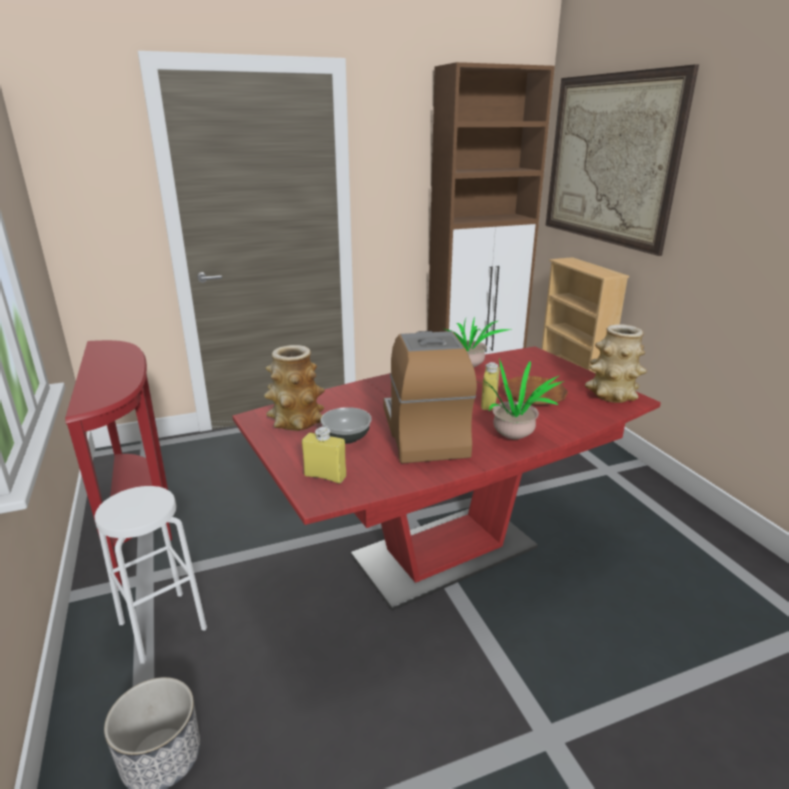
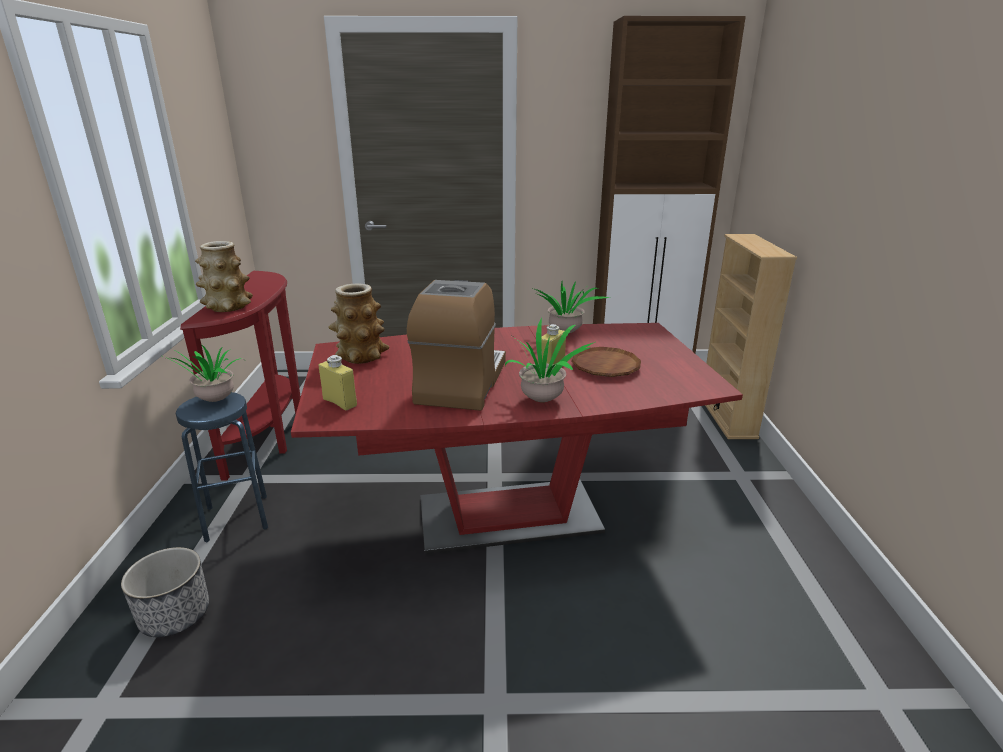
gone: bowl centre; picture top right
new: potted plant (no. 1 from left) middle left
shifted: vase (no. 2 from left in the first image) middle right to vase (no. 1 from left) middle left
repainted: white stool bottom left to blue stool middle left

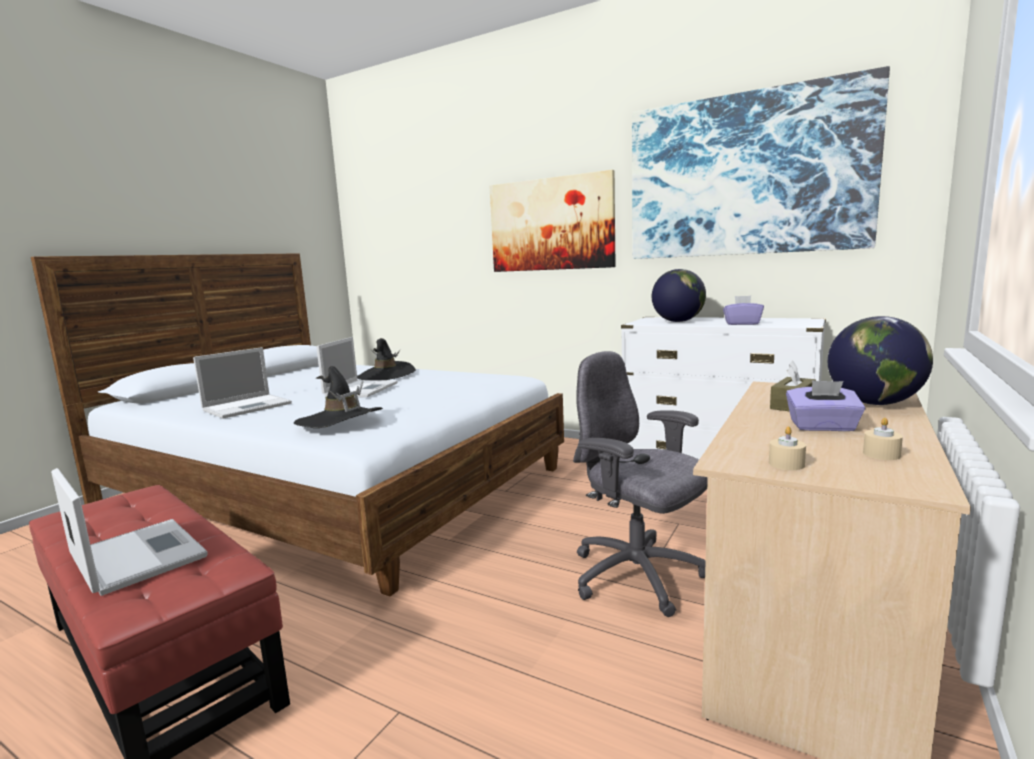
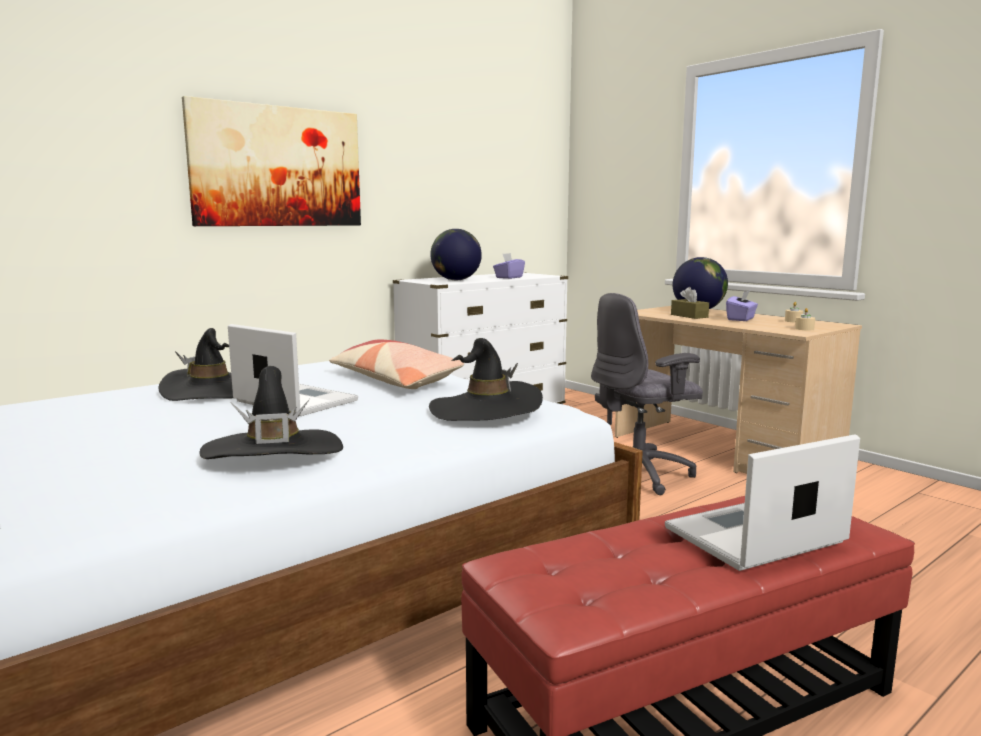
gone: picture (no. 2 from left) top right
new: pillow centre
swapped: laptop (no. 2 from left) middle left to black hat (no. 2 from left) middle left

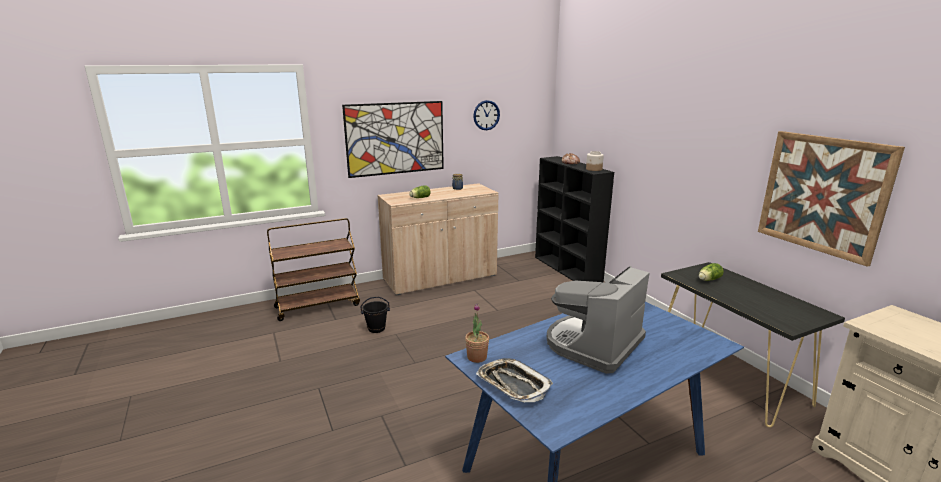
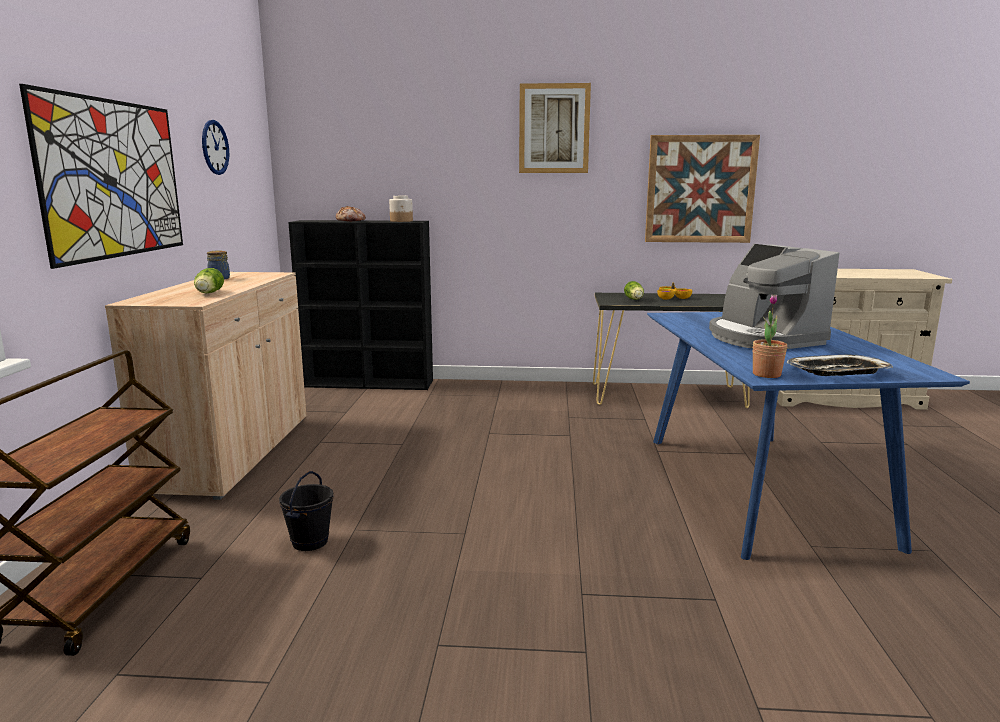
new: picture (no. 2 from left) top centre; bowl middle right

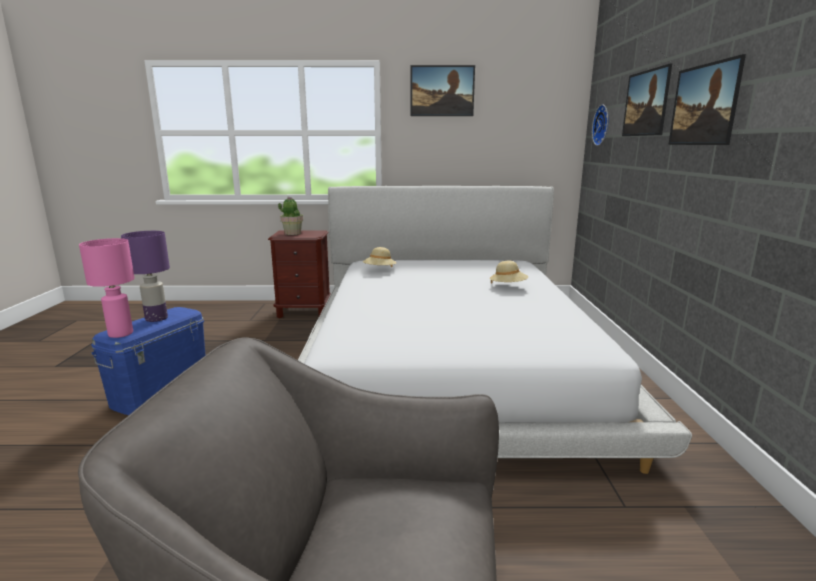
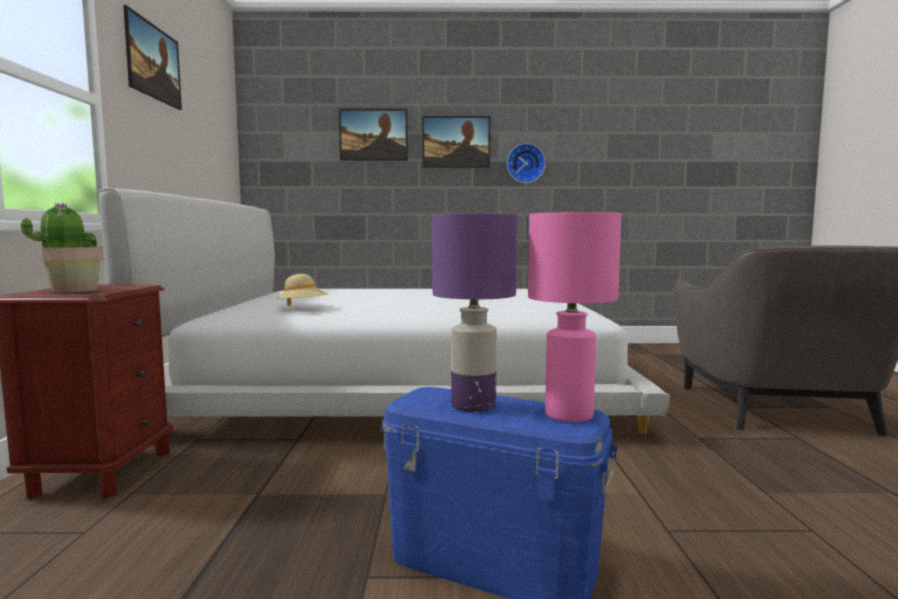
gone: beige hat (no. 2 from left) centre
shifted: wall clock top right to top centre

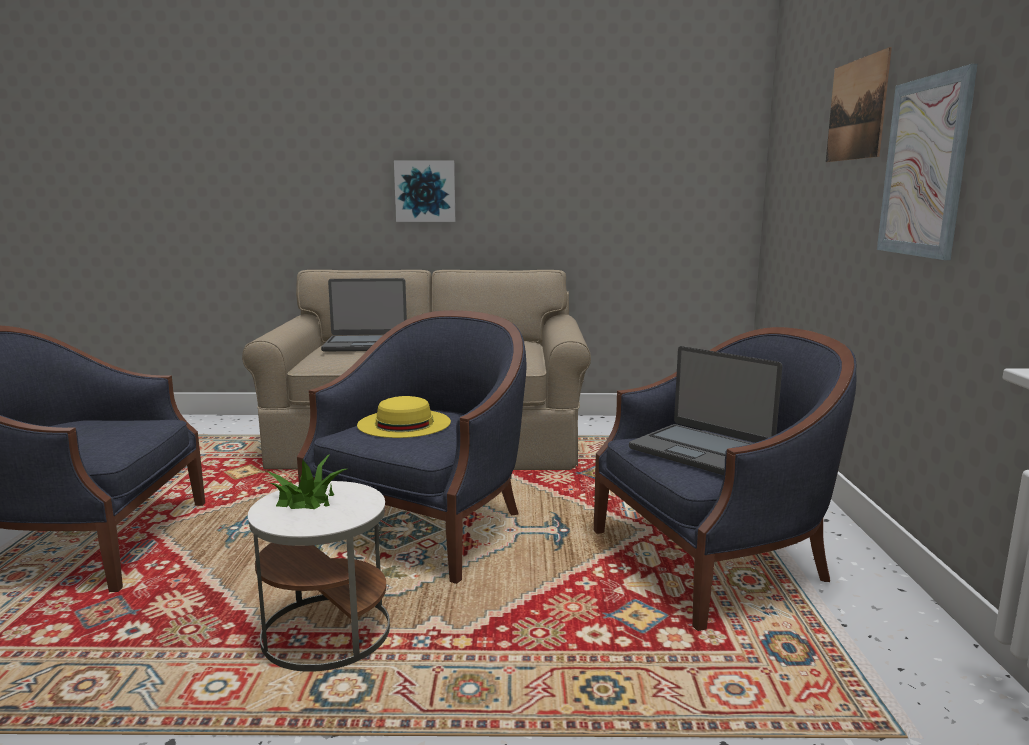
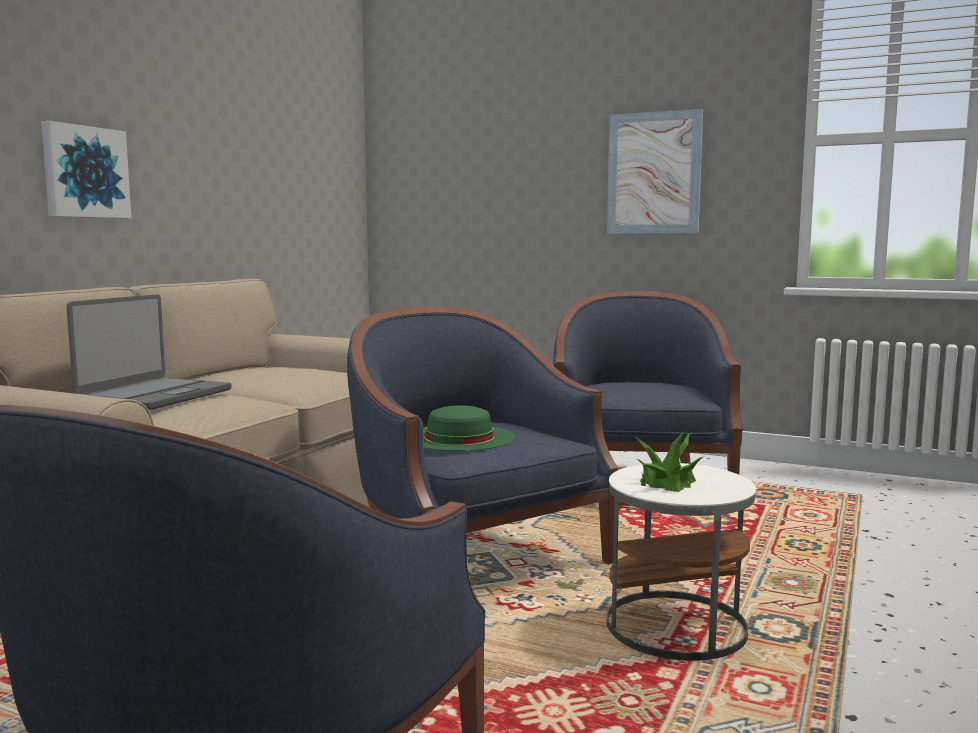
gone: laptop (no. 2 from left) middle right; picture (no. 2 from left) top right
repainted: yellow hat centre to green hat centre

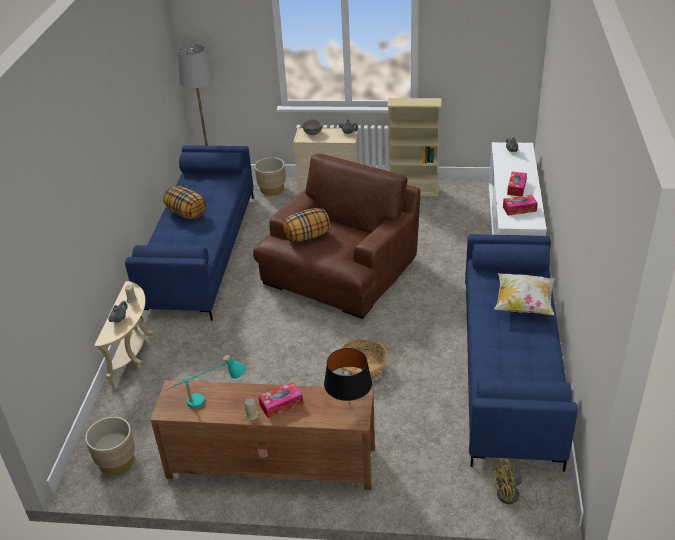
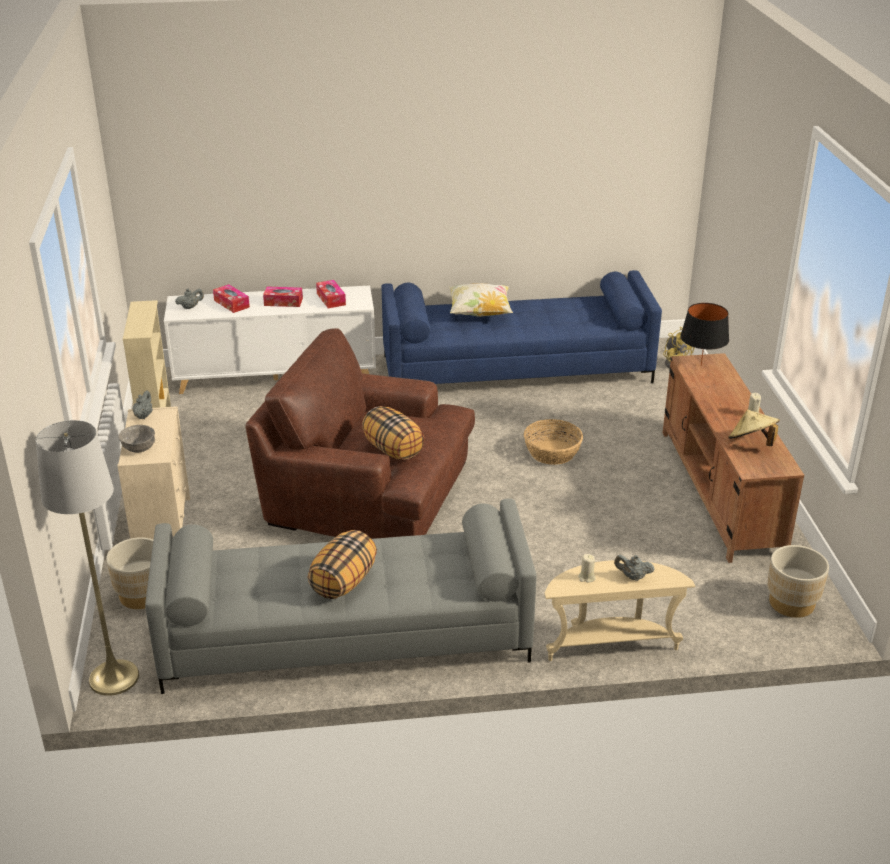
shifted: tissue box (no. 1 from left) bottom centre to middle left
swapped: turquoise table lamp bottom left to beige hat middle right
repainted: blue sofa (no. 1 from left) middle left to grey sofa bottom centre

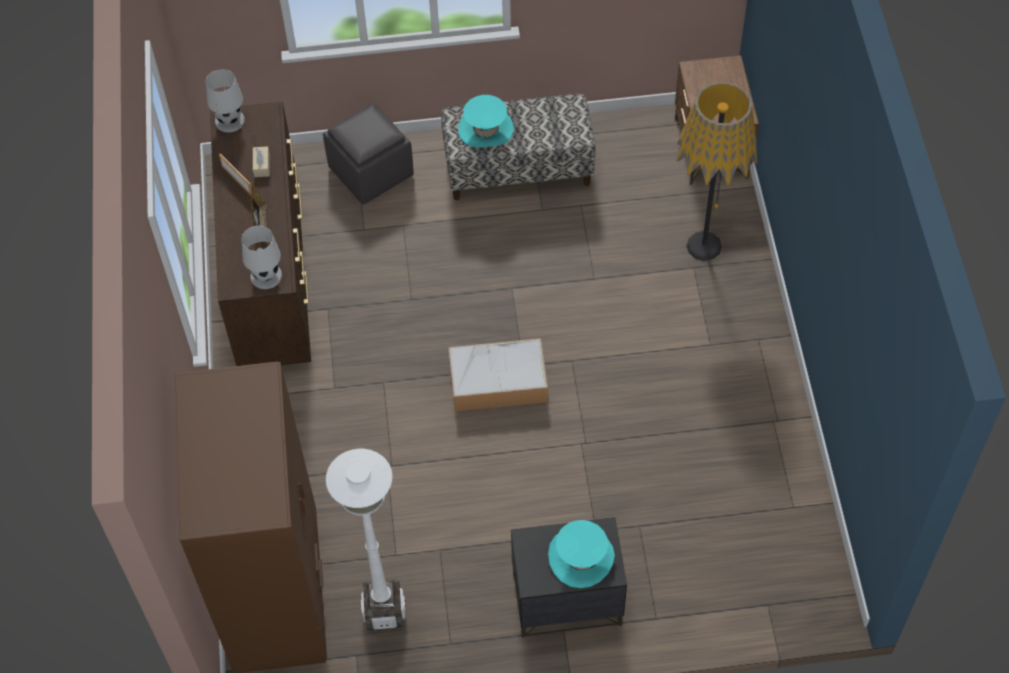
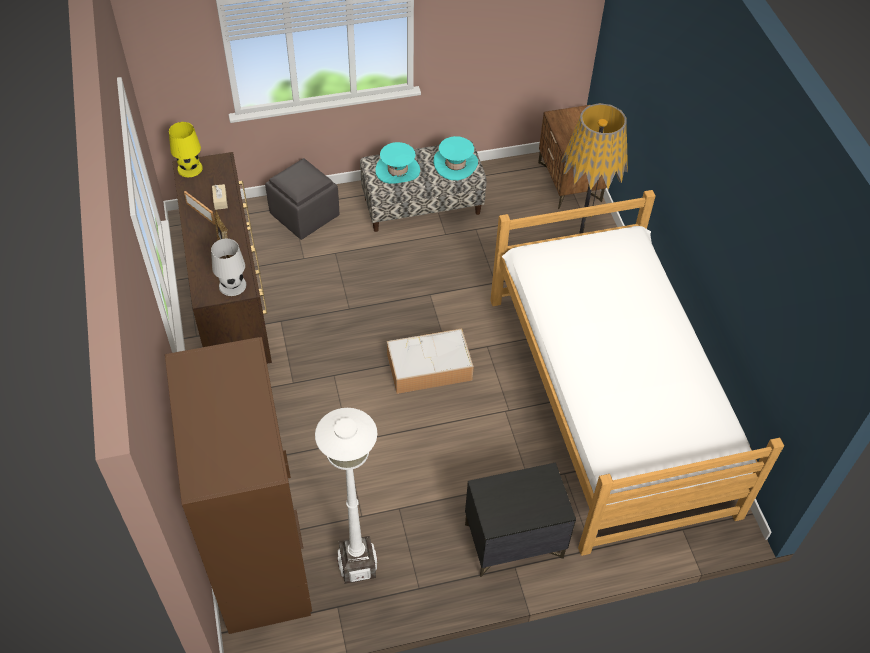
new: bed middle right
shifted: turquoise hat (no. 2 from left) bottom centre to top centre
repainted: white table lamp (no. 1 from left) top left to yellow table lamp top left

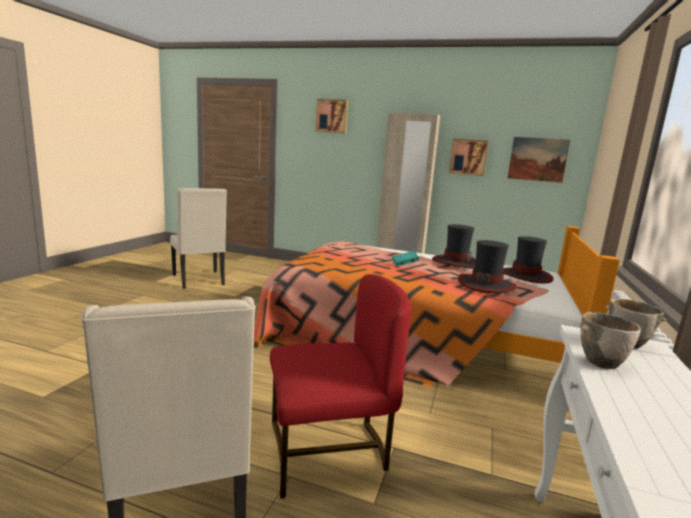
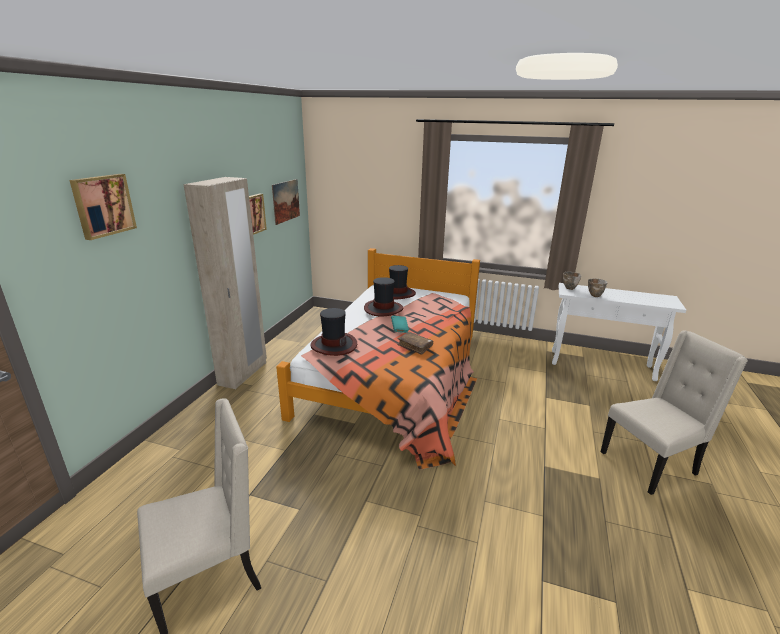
gone: red chair bottom centre
new: brown book centre
shifted: hat (no. 2 from left in the first image) middle right to hat (no. 1 from left) centre

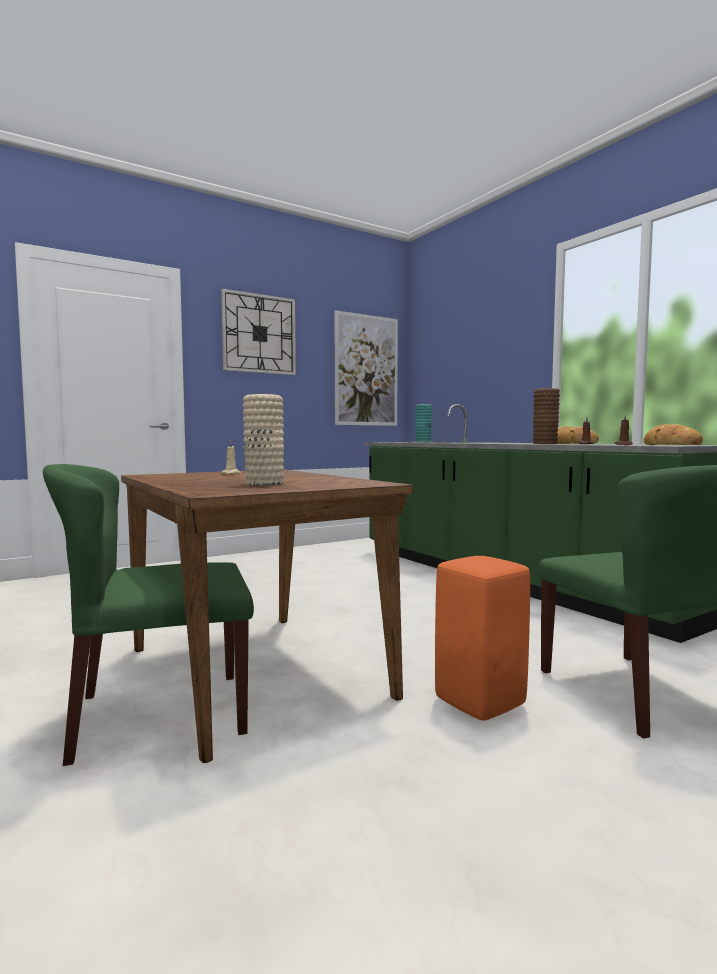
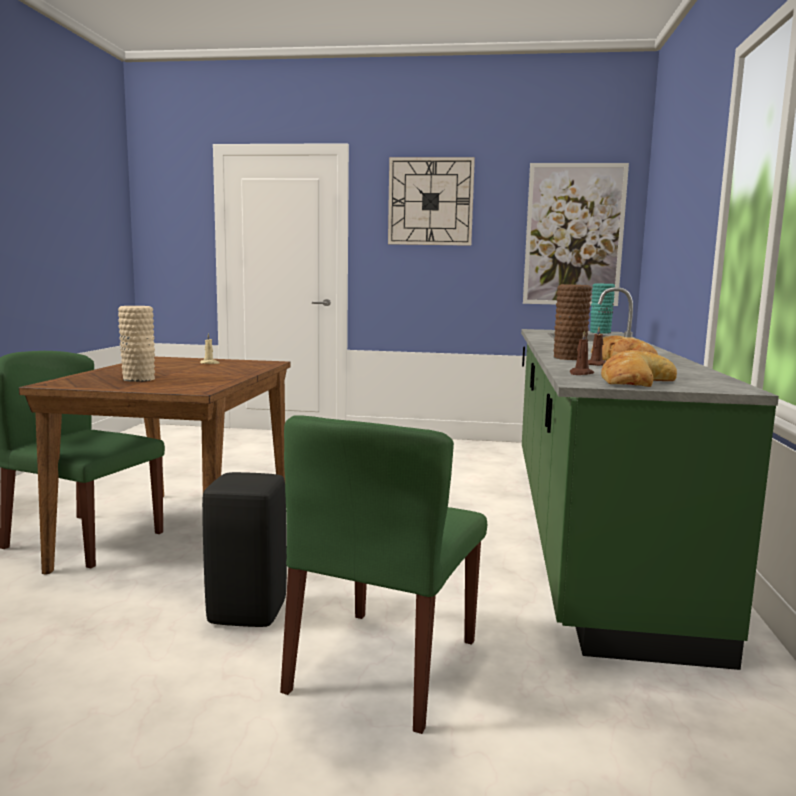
repainted: orange stool middle right to black stool bottom left

